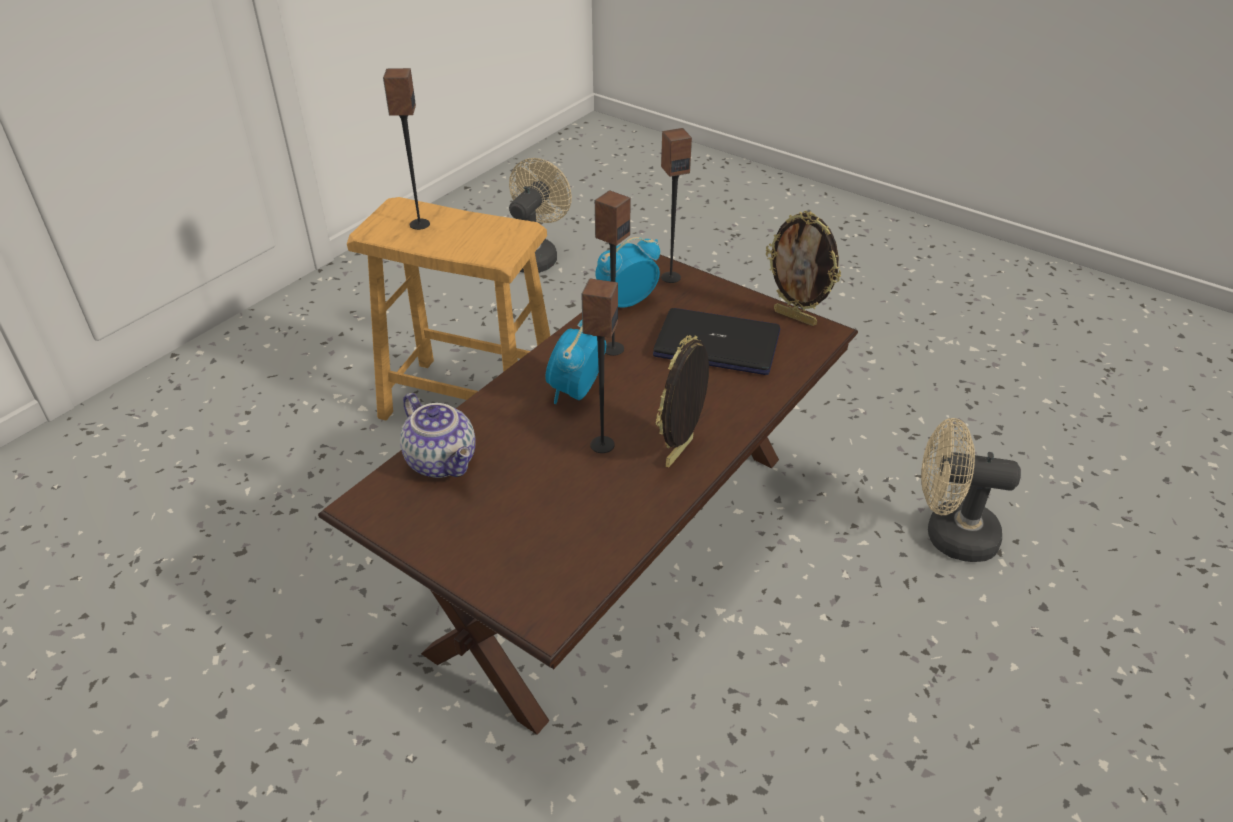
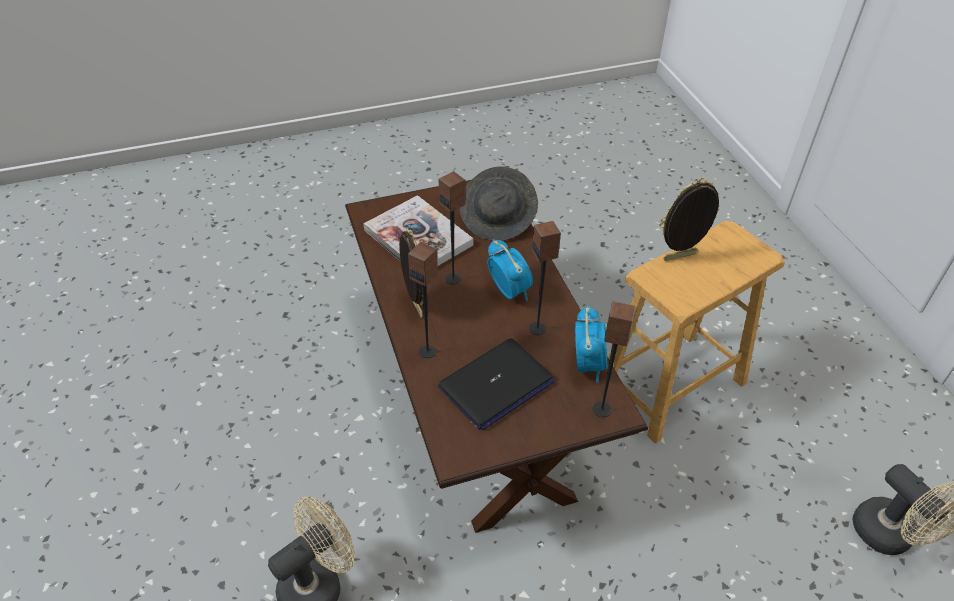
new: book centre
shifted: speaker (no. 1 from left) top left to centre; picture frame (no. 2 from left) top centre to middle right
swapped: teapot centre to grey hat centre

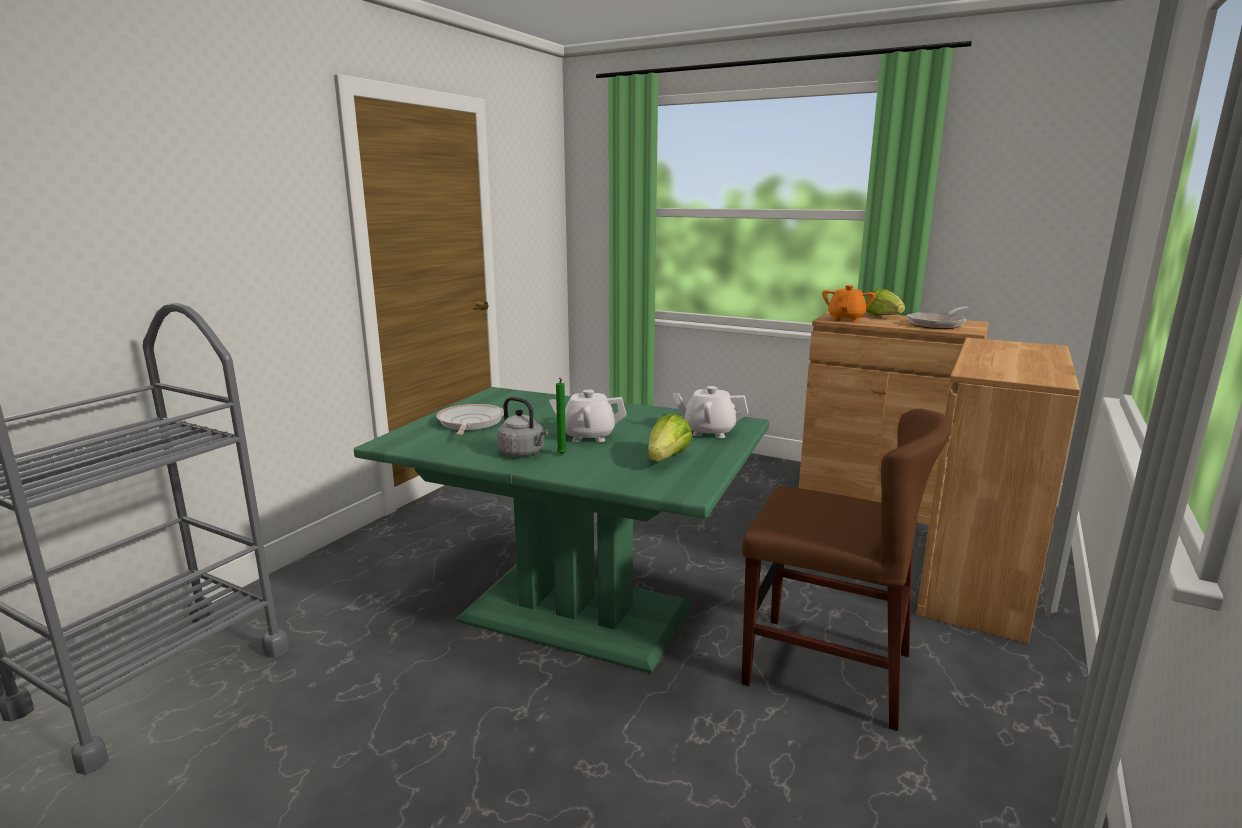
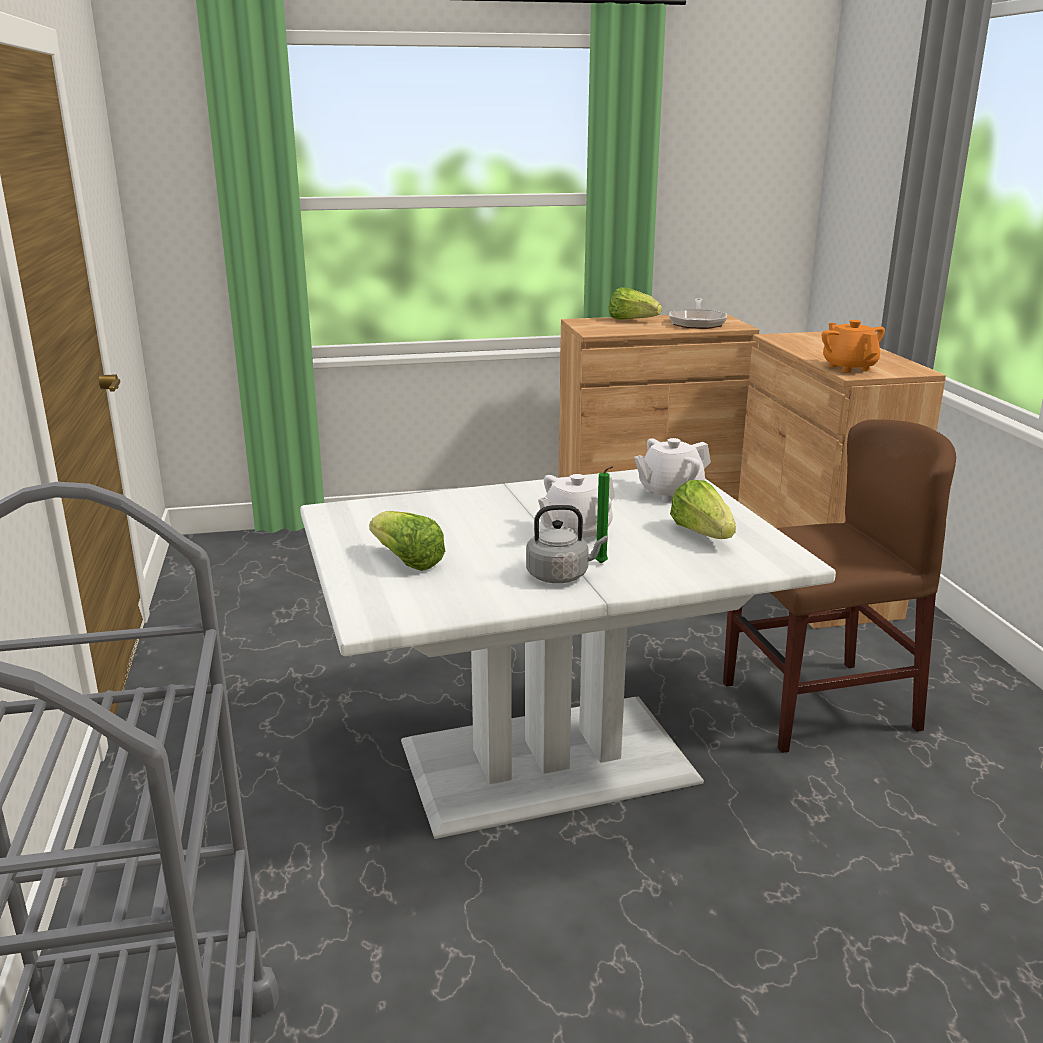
shifted: orange teapot middle right to top right
swapped: frying pan (no. 1 from left) centre to lettuce (no. 1 from left) centre
repainted: green dining table centre to white dining table centre

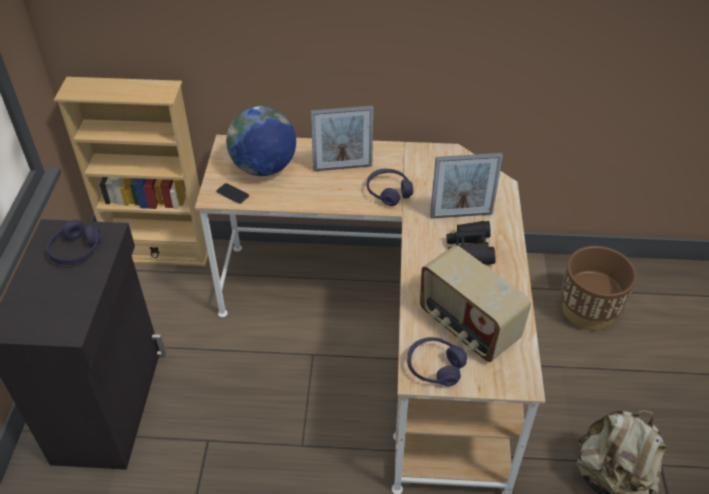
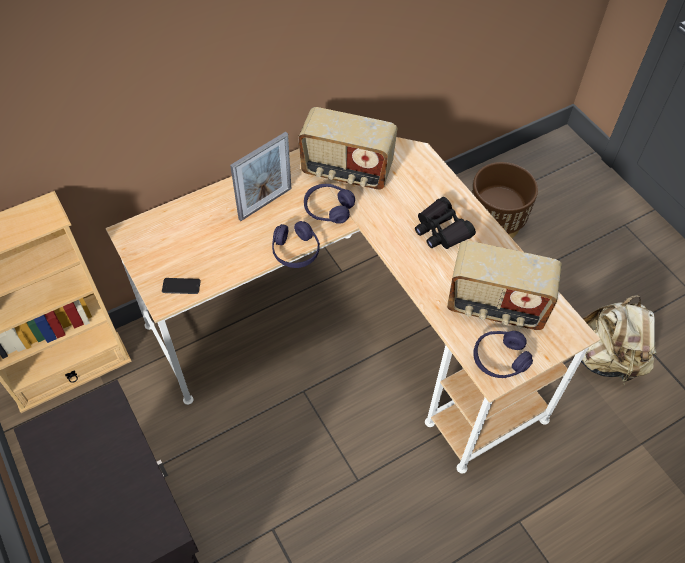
gone: globe top centre; picture frame (no. 2 from left) centre
new: radio (no. 1 from left) top centre
shifted: purple headphones (no. 1 from left) middle left to centre

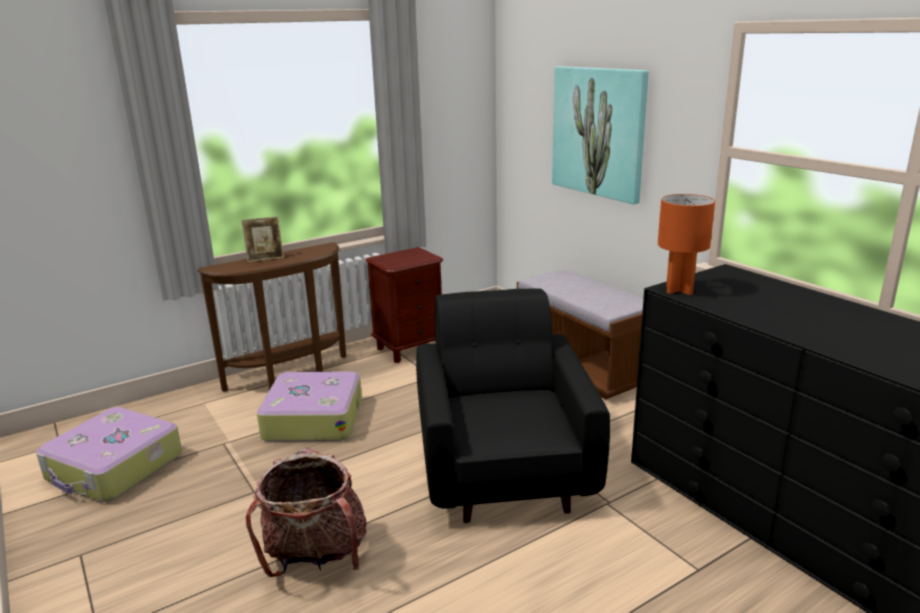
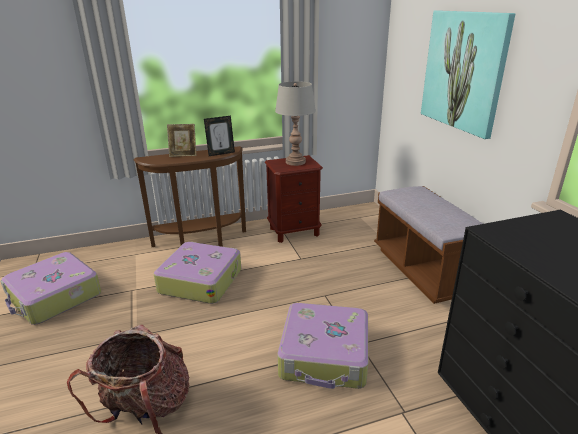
gone: orange table lamp middle right
new: picture frame (no. 2 from left) top centre; grey table lamp top centre
swapped: black armchair centre to suitcase (no. 3 from left) bottom centre

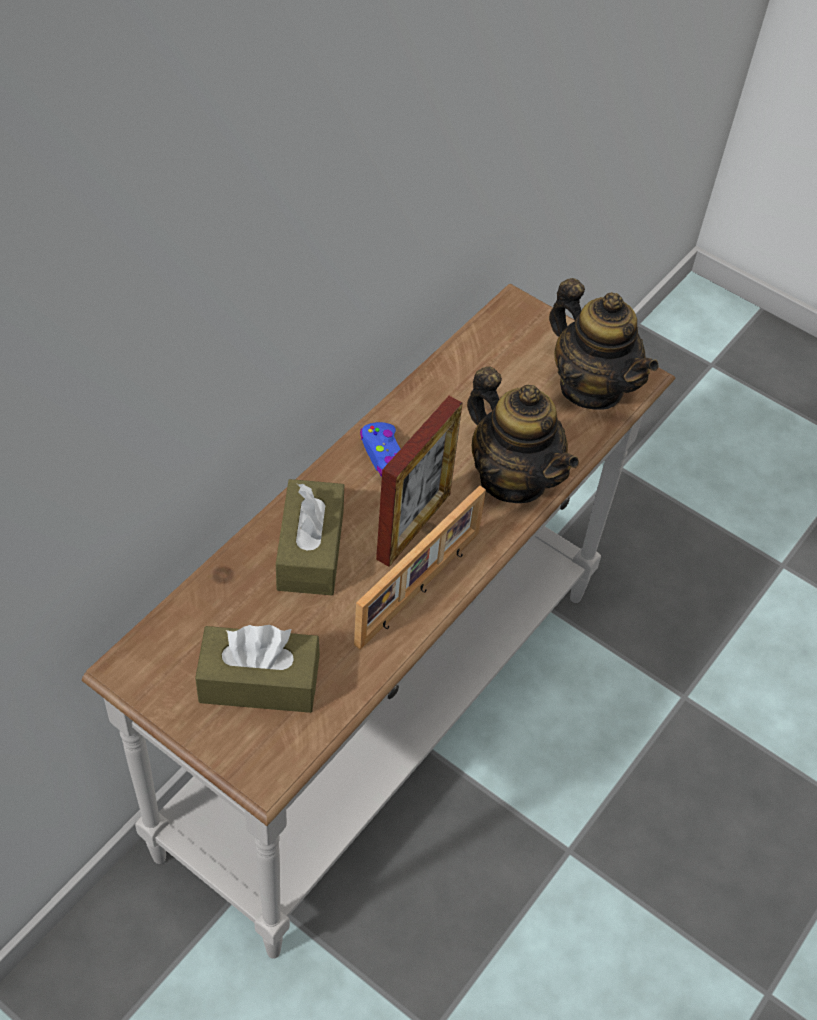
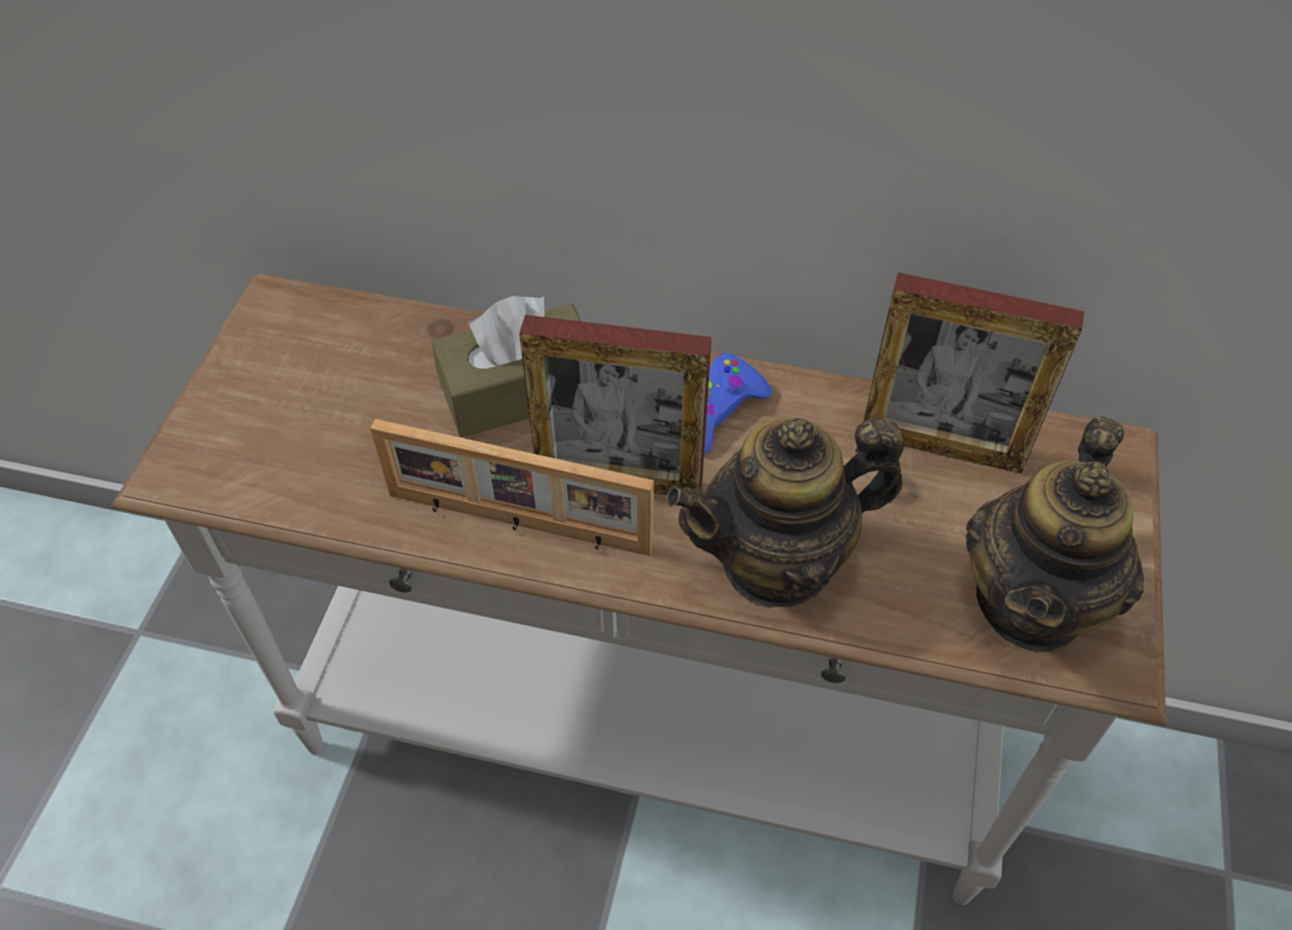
gone: brown tissue box (no. 1 from left) middle left
new: picture frame (no. 3 from left) middle right
rotated: teapot (no. 1 from left) centre = centre 45 degrees clockwise

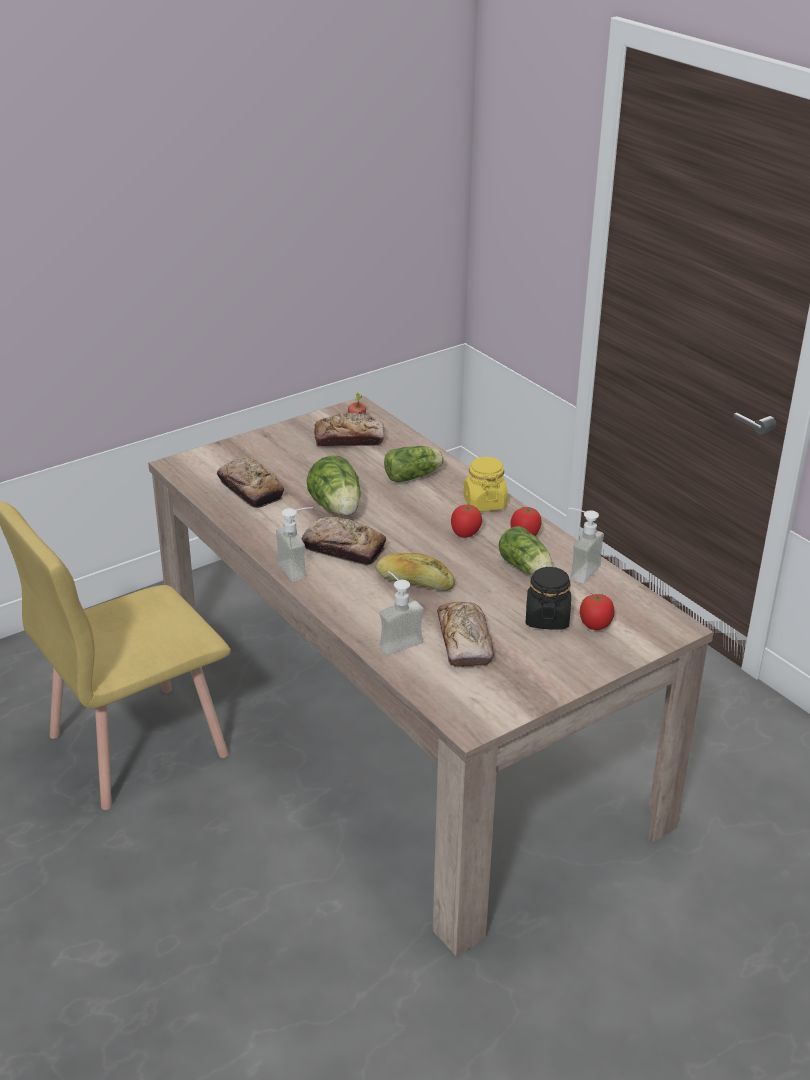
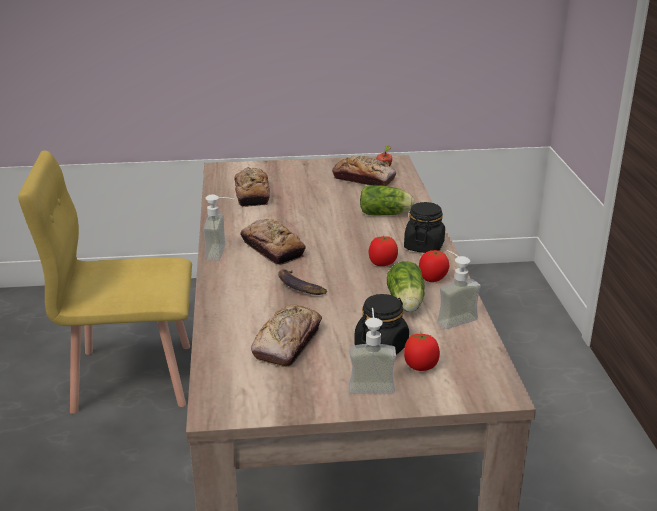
gone: lettuce (no. 1 from left) centre
shifted: soap dispenser (no. 2 from left) centre to bottom centre
swapped: bread (no. 4 from left) centre to banana centre
repainted: yellow jar centre to black jar (no. 2 from left) centre

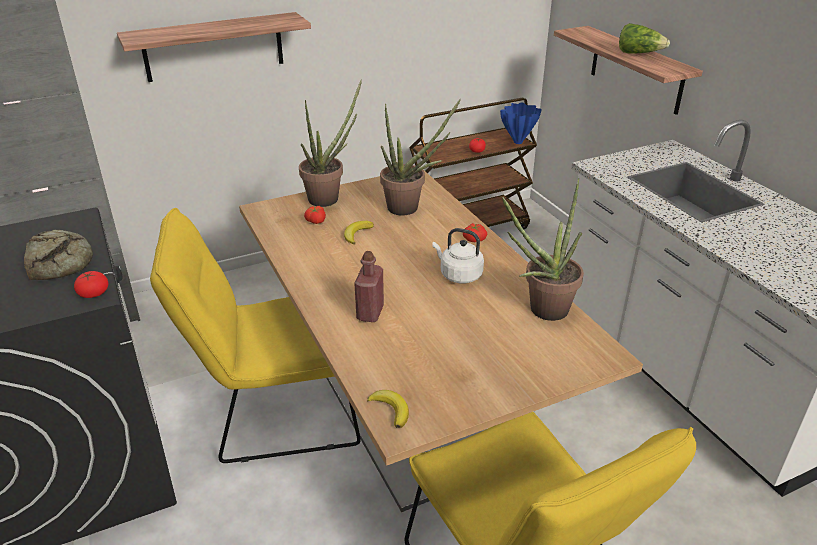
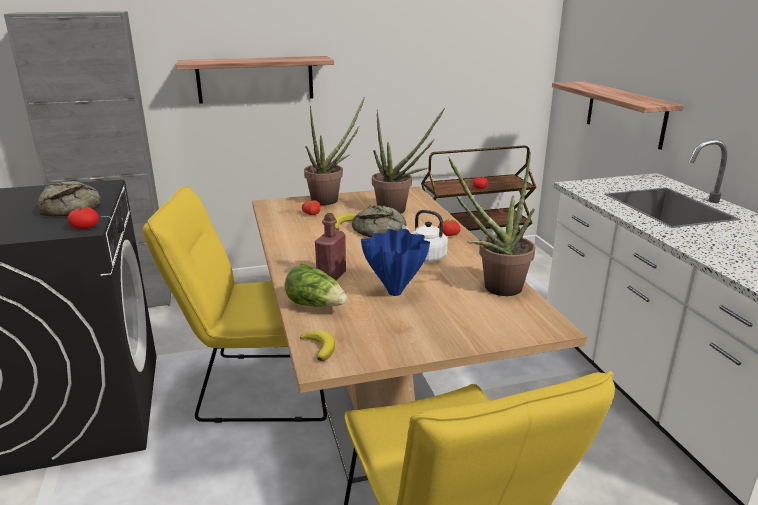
new: bread (no. 2 from left) centre
shifted: blue vase top centre to centre; lettuce top right to centre

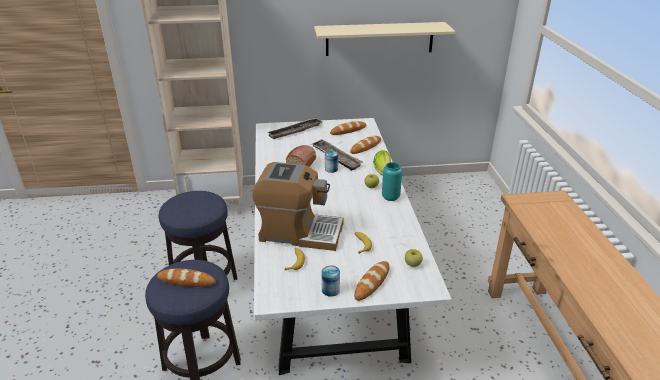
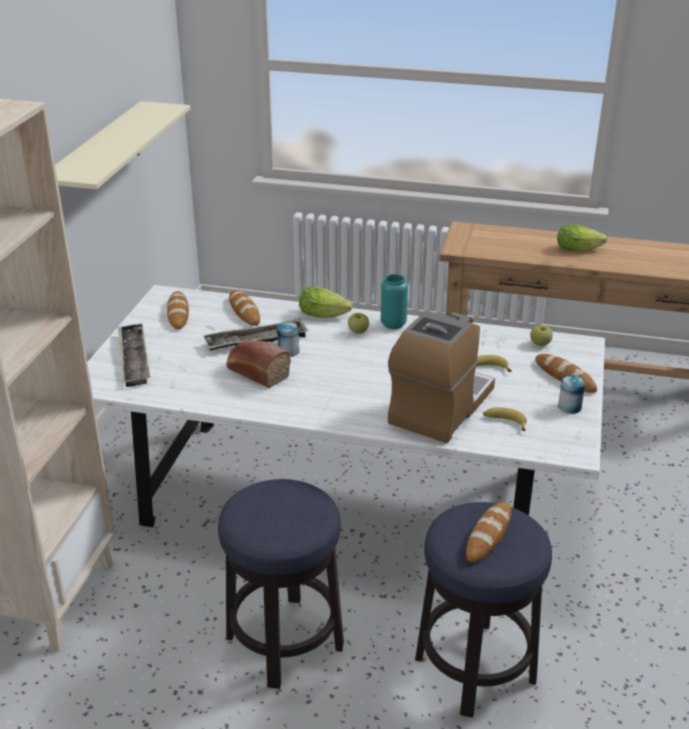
new: lettuce (no. 2 from left) top right

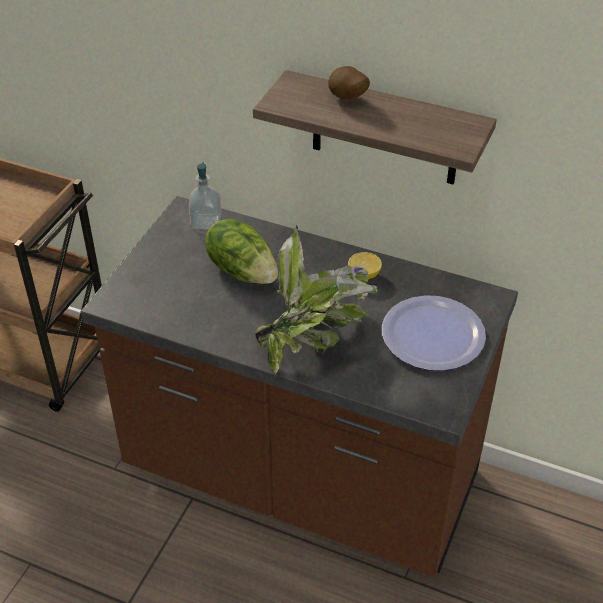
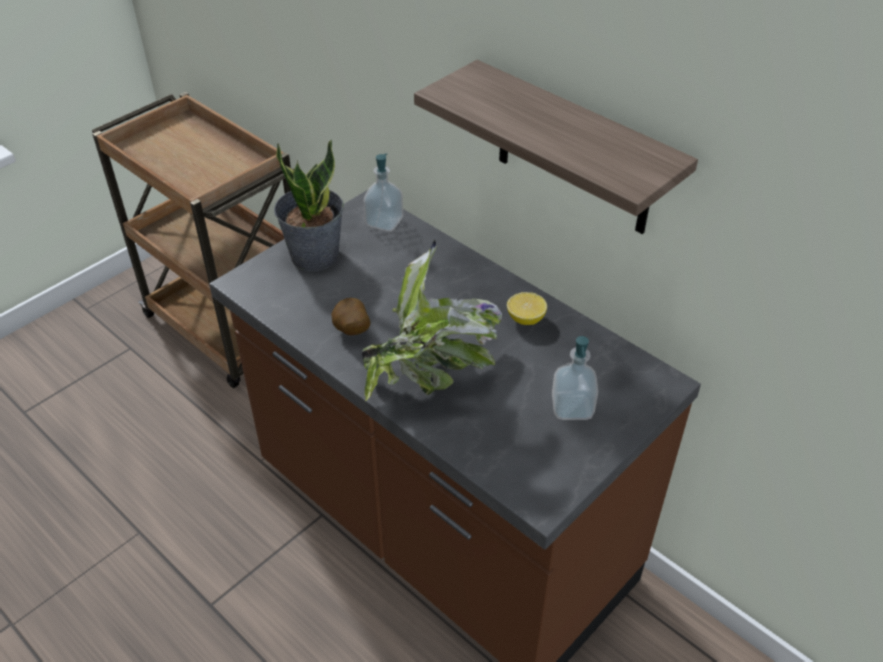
gone: lettuce centre
new: potted plant (no. 1 from left) top centre
shifted: potato top centre to centre
swapped: plate middle right to soap dispenser (no. 2 from left) centre

